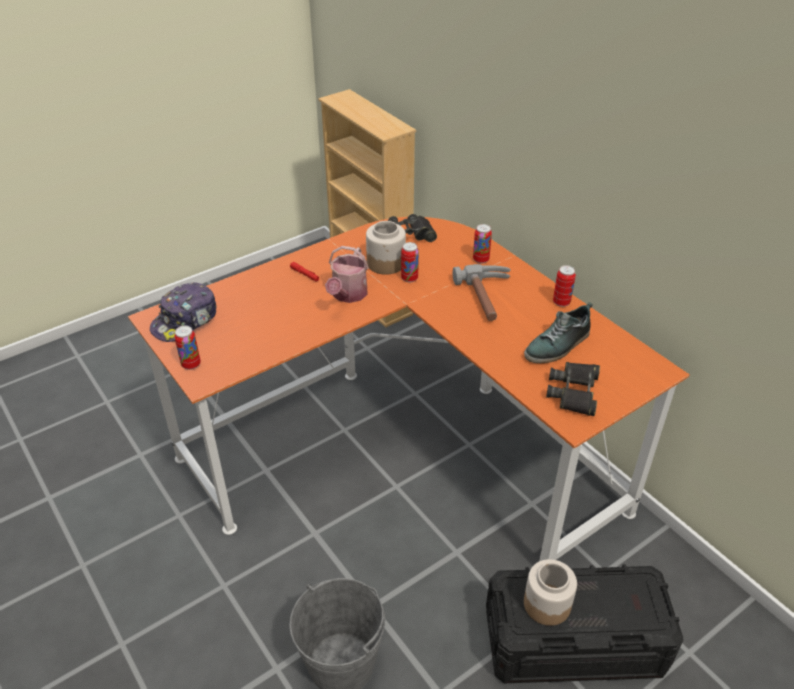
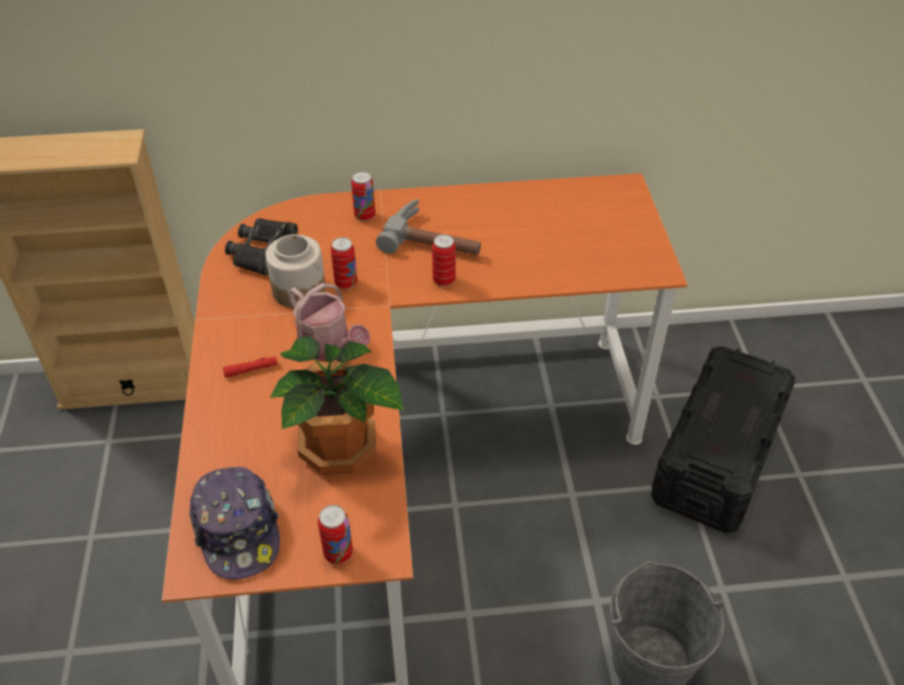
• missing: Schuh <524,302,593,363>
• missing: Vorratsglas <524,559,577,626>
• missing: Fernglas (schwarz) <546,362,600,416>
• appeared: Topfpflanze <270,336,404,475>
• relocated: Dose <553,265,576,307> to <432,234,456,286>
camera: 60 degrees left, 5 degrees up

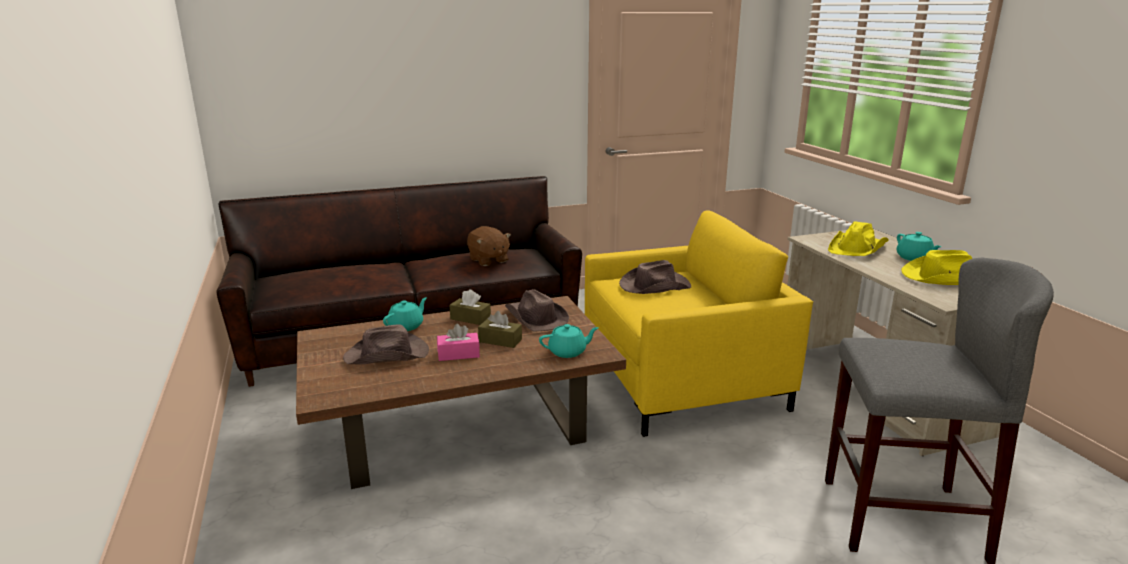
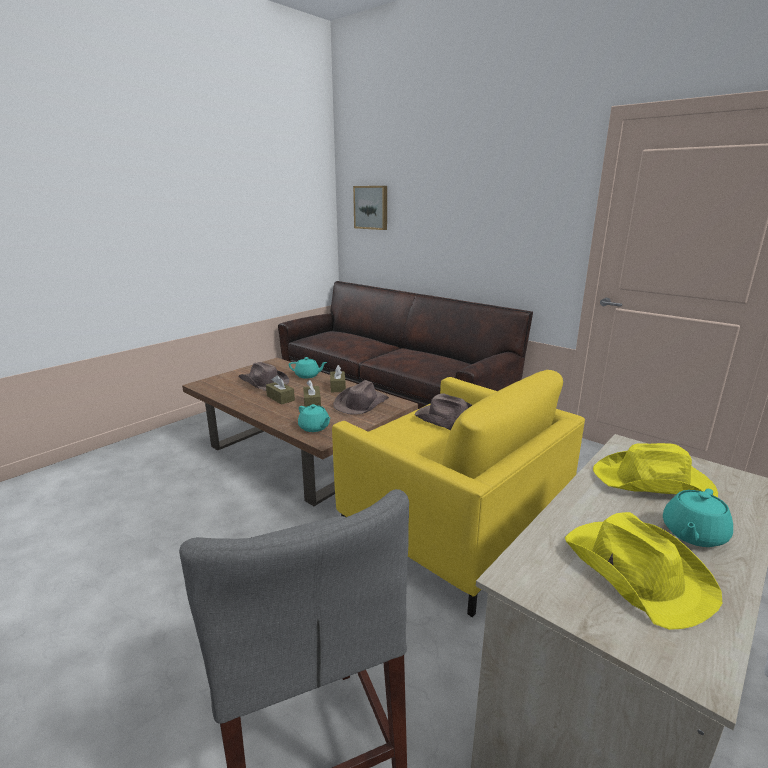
• missing: Plüschtier (braun) <467,226,511,266>
• appeared: Bild <353,186,387,230>
• colour: Taschentuchbox (rosa) <437,324,480,361> to Taschentuchbox (braun) <266,375,295,405>
camera: 60 degrees right, 0 degrees up

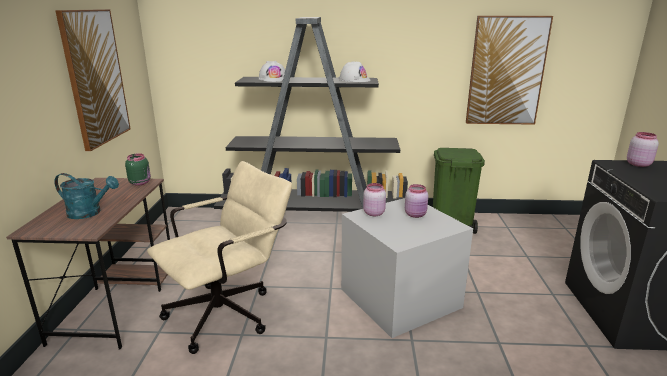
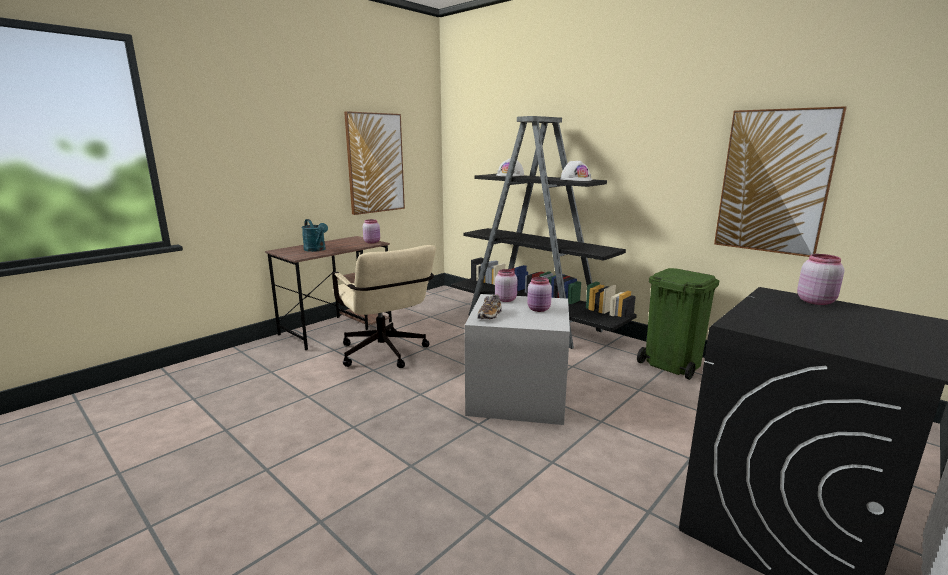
• appeared: Schuh <478,294,501,320>
• colour: Vorratsglas (grün) <125,153,151,186> to Vorratsglas (rosa) <363,219,380,244>
• spun: Bürostuhl (beige) <147,161,292,354> = <332,245,436,368> 60 degrees clockwise
camera: 40 degrees right, 5 degrees down

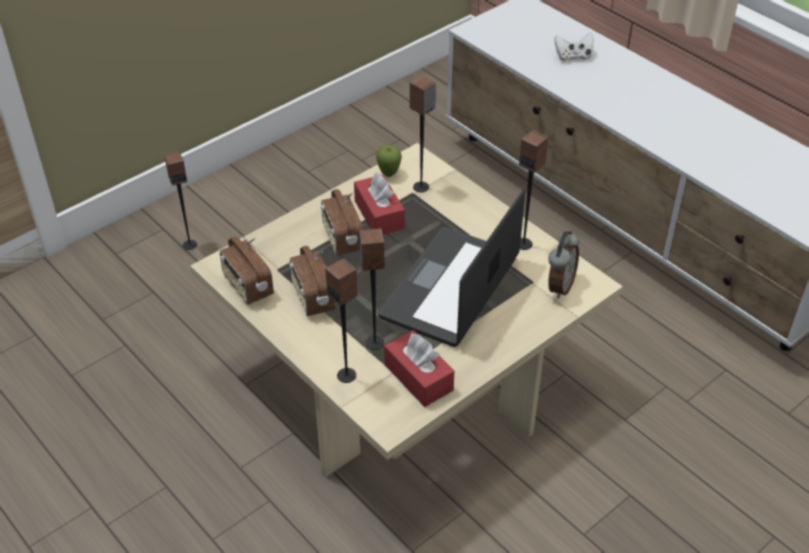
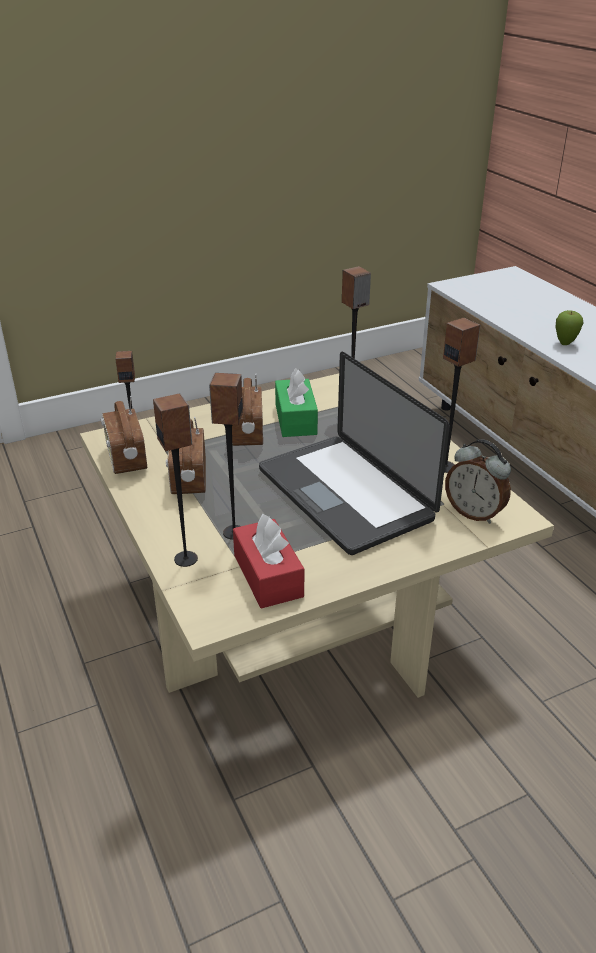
• missing: Gamepad (weiß) <554,32,593,61>
• relocated: Apfel <376,145,402,177> to <556,310,584,345>
• colour: Taschentuchbox (rot) <354,172,405,235> to Taschentuchbox (grün) <275,368,318,437>
• spun: Laptop <378,189,526,347> = <259,352,450,555> 75 degrees counterclockwise
• spun: Wecker <548,231,580,299> = <445,439,511,524> 90 degrees clockwise
camera: 15 degrees right, 10 degrees down

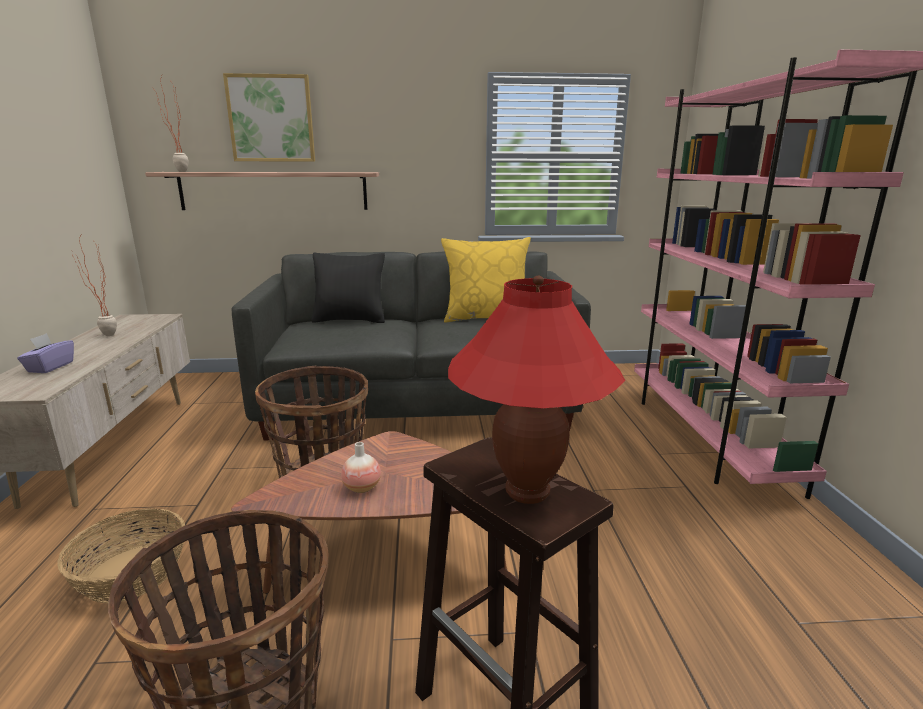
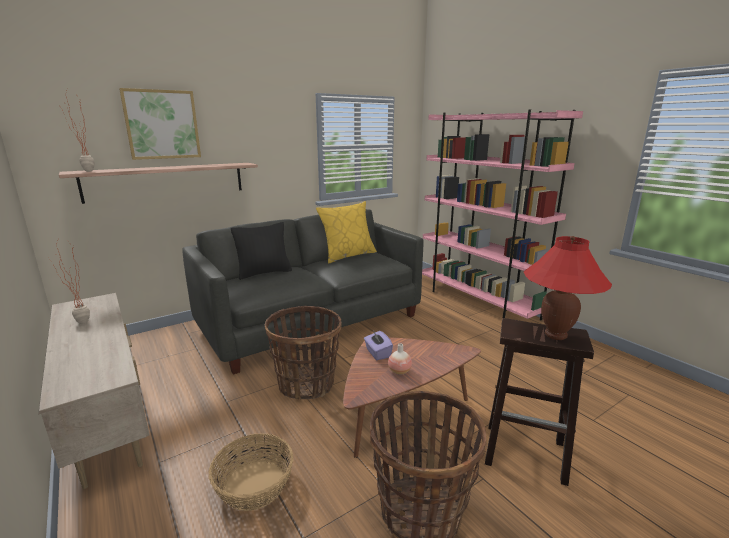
• relocated: Taschentuchbox (lila) <17,333,74,373> to <364,331,393,360>
camera: 30 degrees left, 0 degrees up

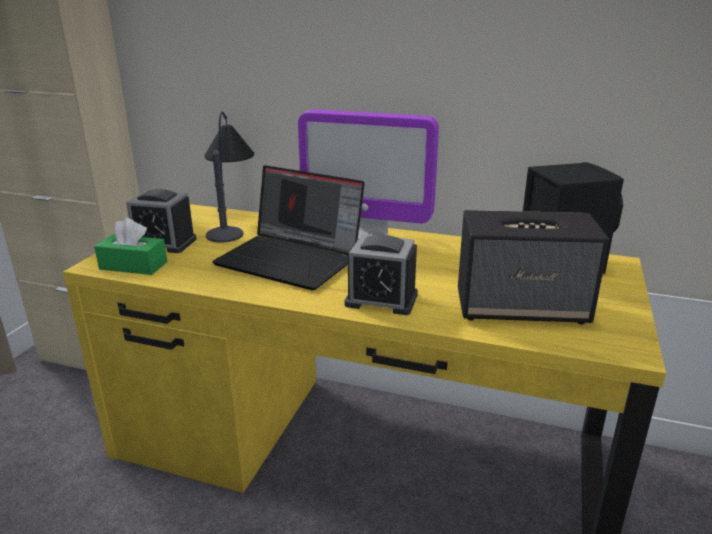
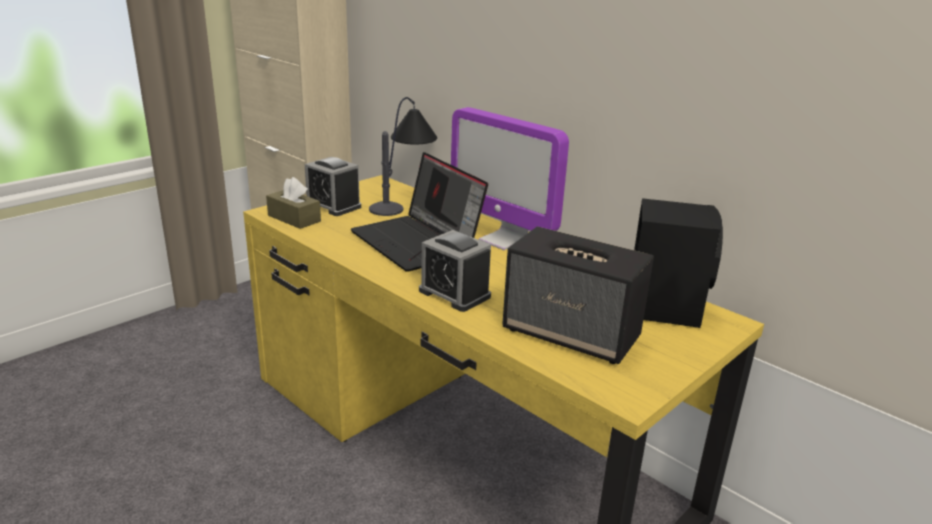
• colour: Taschentuchbox (grün) <94,218,167,275> to Taschentuchbox (braun) <266,177,321,229>
camera: 25 degrees right, 0 degrees up

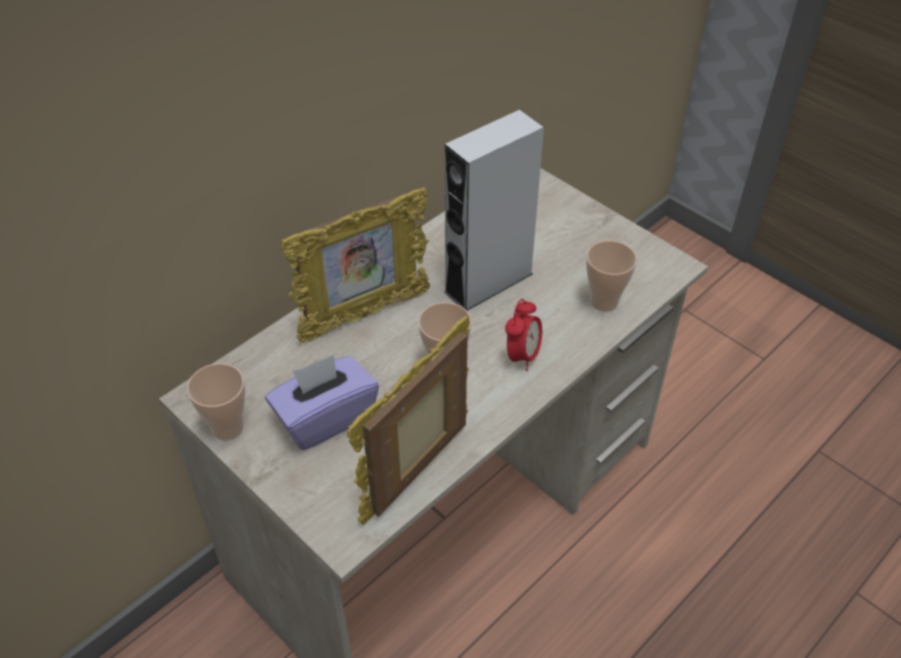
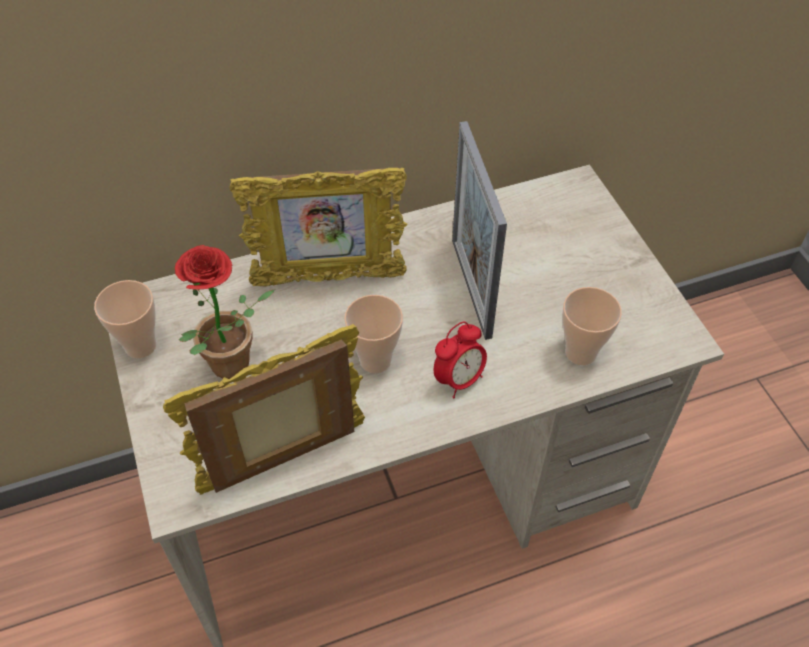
• exchanged: Taschentuchbox (lila) <265,355,379,450> to Topfpflanze <175,245,274,379>
• exchanged: Lautsprecher (grau) <444,109,544,311> to Bilderrahmen <452,121,507,340>
camera: 25 degrees right, 5 degrees up

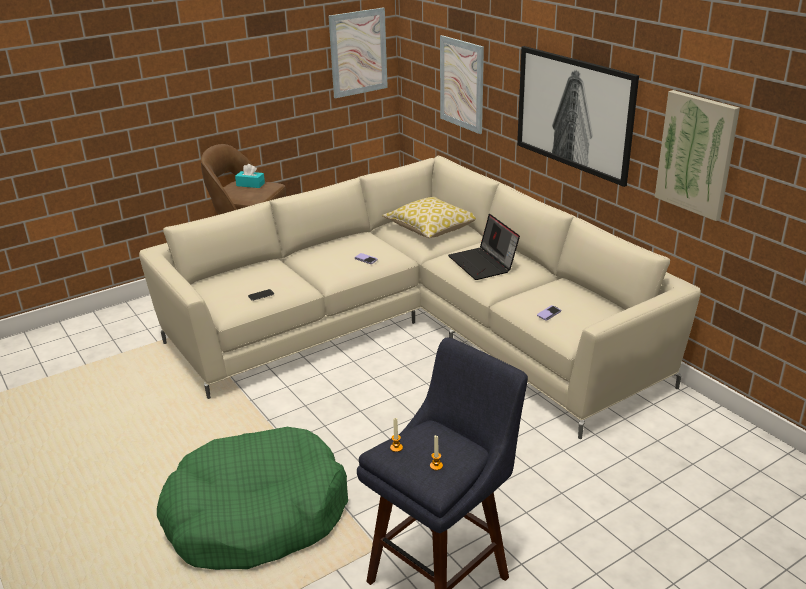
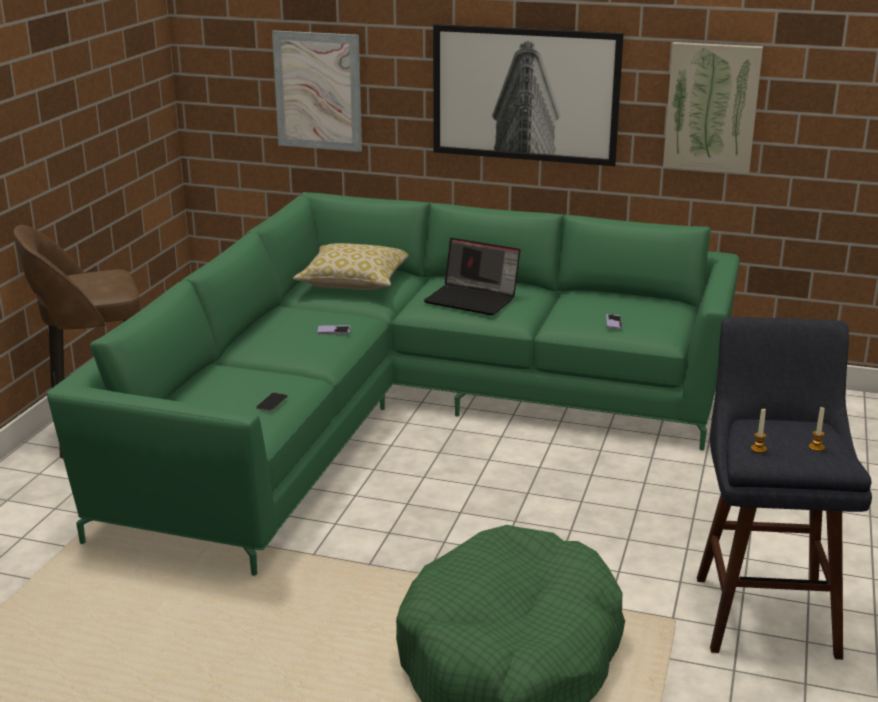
• missing: Taschentuchbox (türkis) <235,164,265,188>
• missing: Bild <328,7,388,98>
• colour: Sofa (beige) <139,156,701,439> to Sofa (grün) <47,192,740,576>
camera: 40 degrees left, 5 degrees down

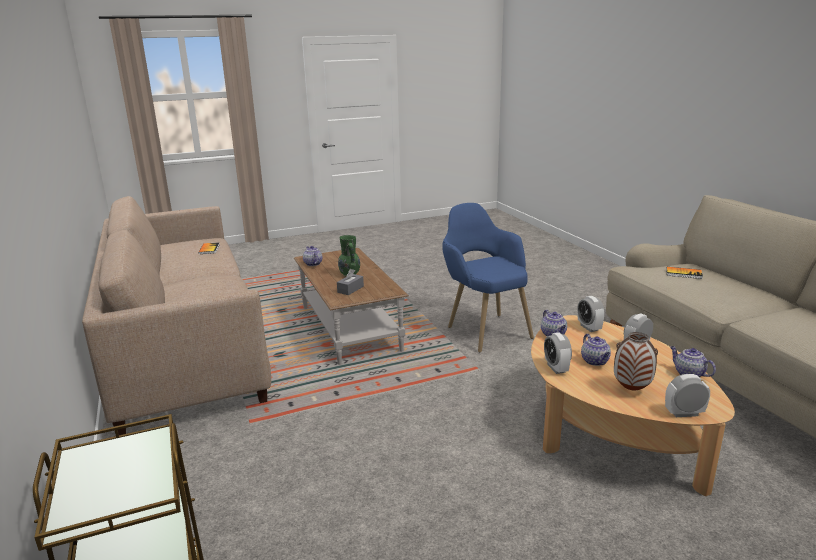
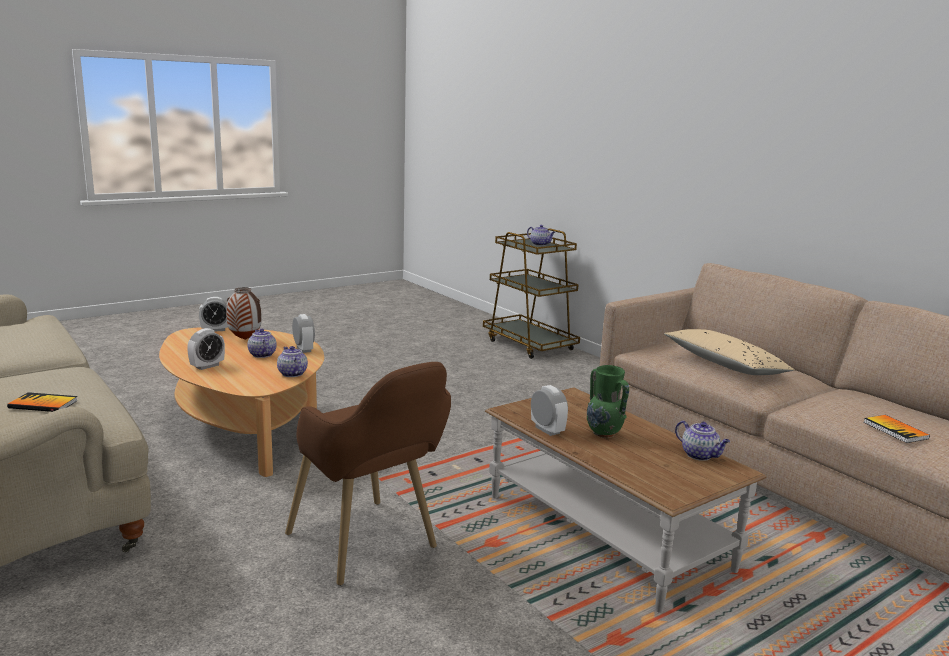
• missing: Taschentuchbox (grau) <337,269,364,295>
• appeared: Kissen (beige) <664,329,795,375>
• relocated: Wecker <577,296,605,332> to <531,385,568,436>
• relocated: Teekanne <670,346,716,377> to <527,225,555,246>
• colour: Sessel (blau) <442,203,534,353> to Sessel (braun) <285,362,451,586>
camera: 165 degrees right, 5 degrees down

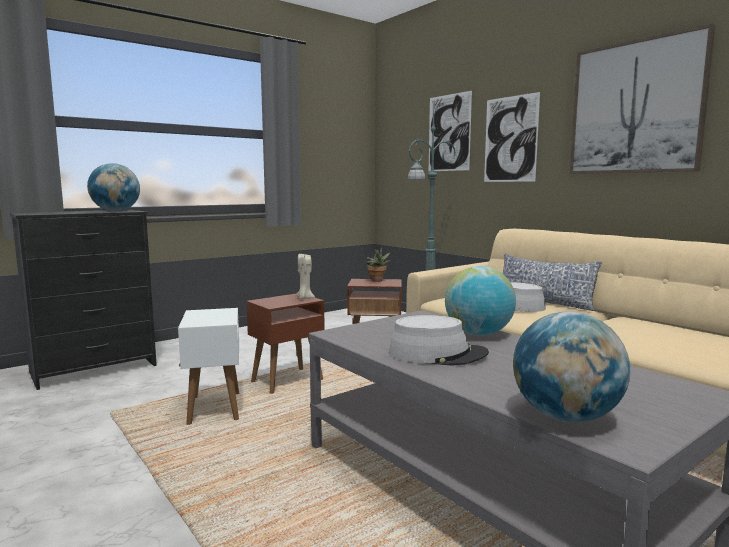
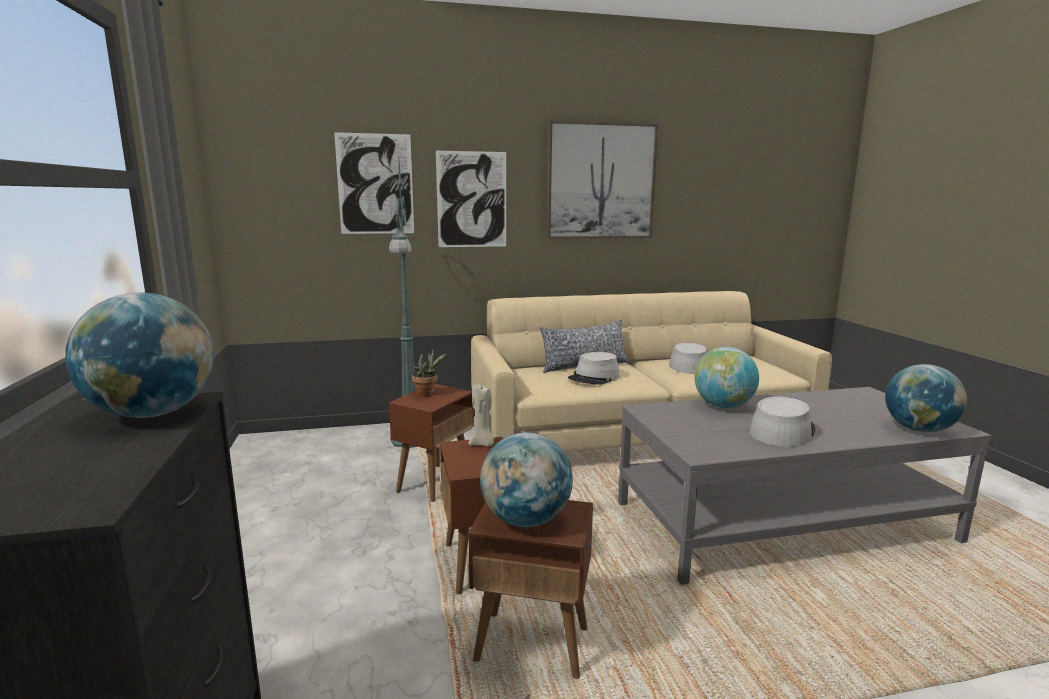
• appeared: Globus <480,432,573,527>
• appeared: Hut (grau) <669,343,707,374>
• colour: Beistelltisch (weiß) <178,308,239,425> to Beistelltisch (braun) <468,500,593,679>
camera: 65 degrees left, 5 degrees up

